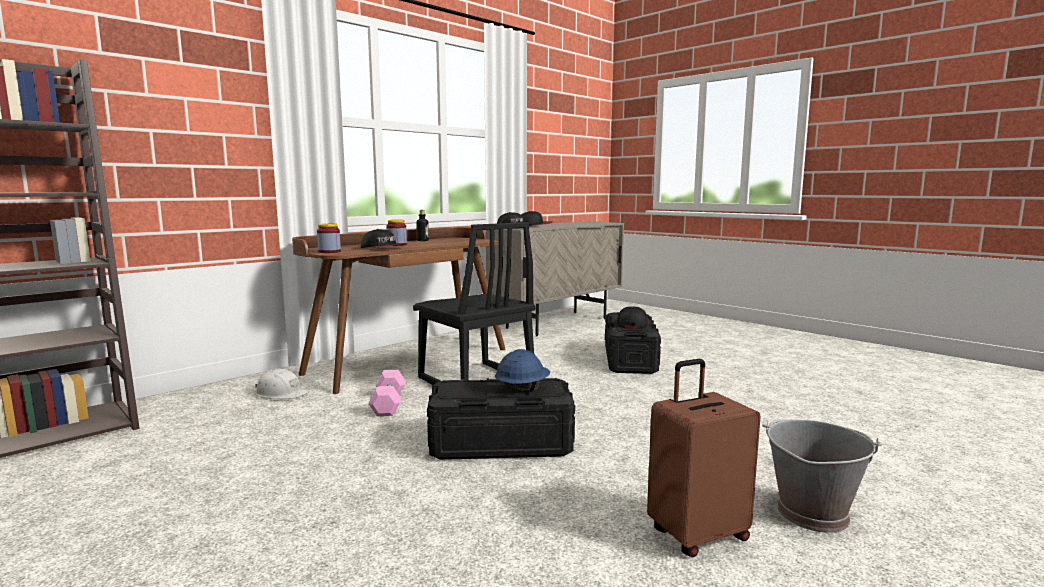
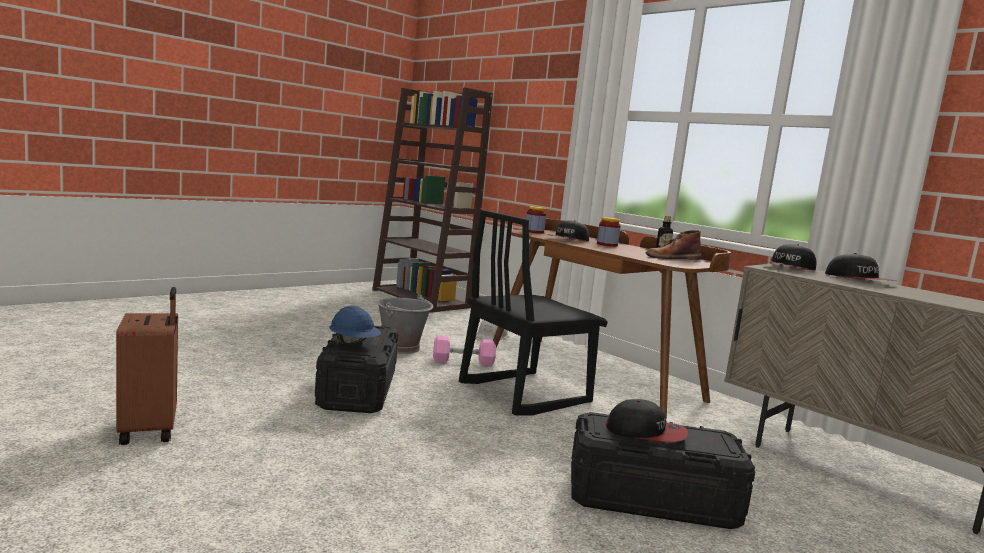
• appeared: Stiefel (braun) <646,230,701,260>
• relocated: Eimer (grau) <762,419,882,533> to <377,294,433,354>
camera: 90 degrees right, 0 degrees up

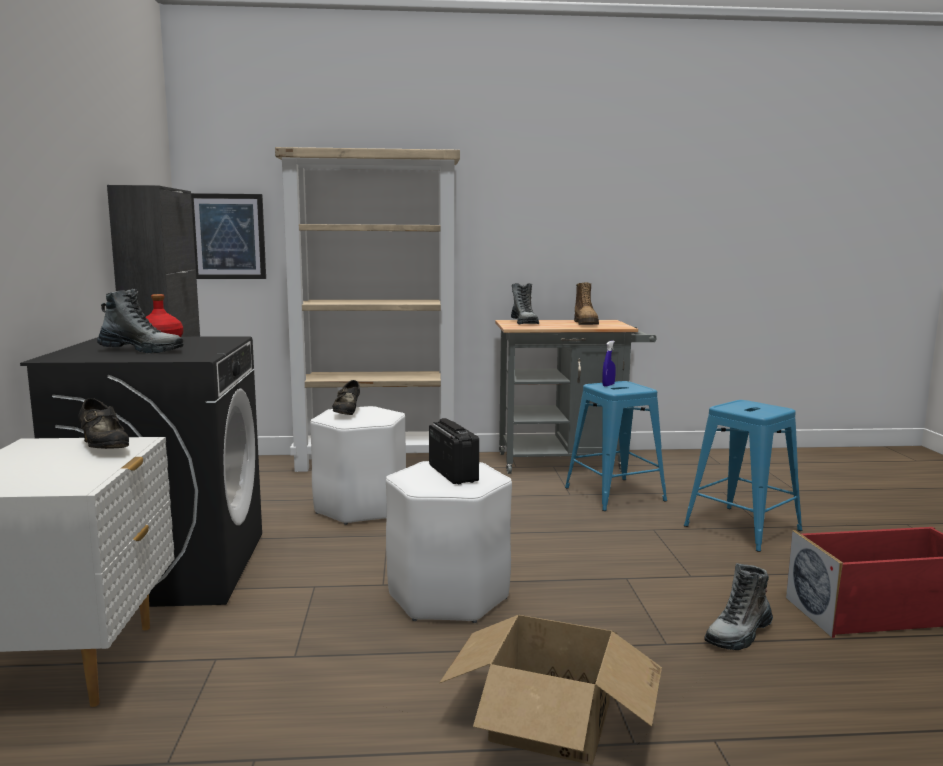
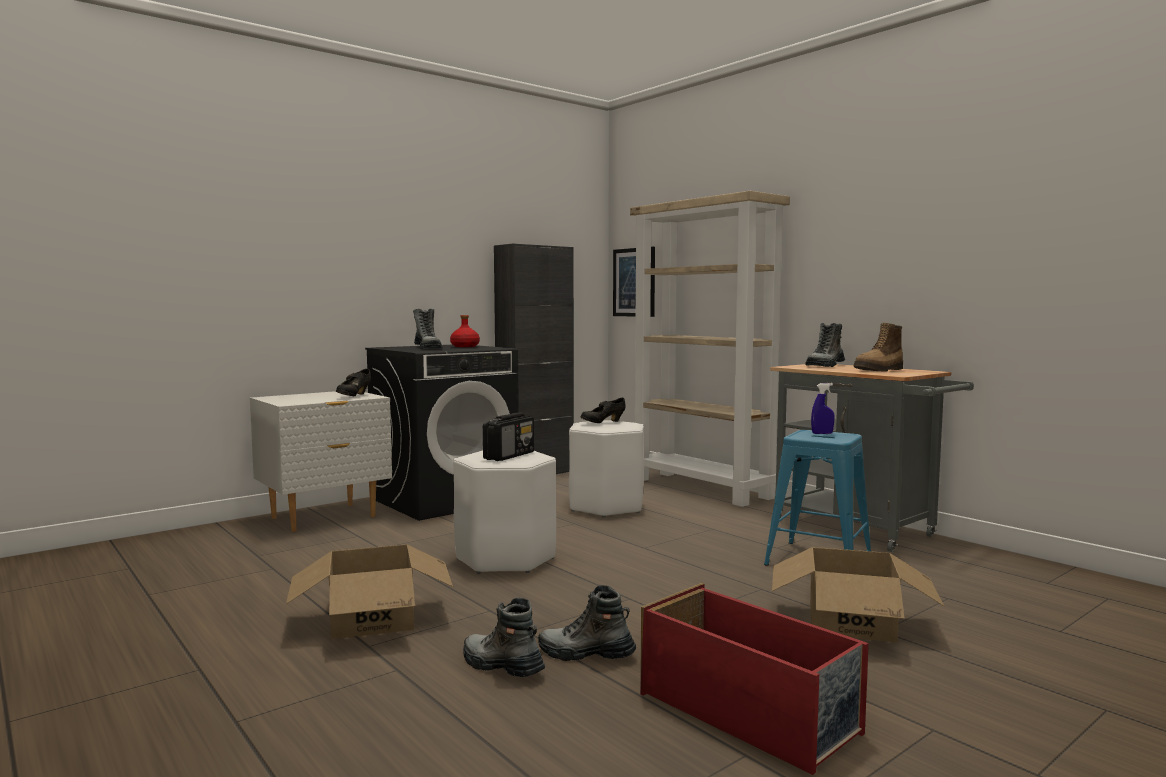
• appeared: Stiefel <463,598,545,677>
• exchanged: Hocker (blau) <684,400,802,552> to Karton <772,547,944,642>
camera: 55 degrees right, 5 degrees down

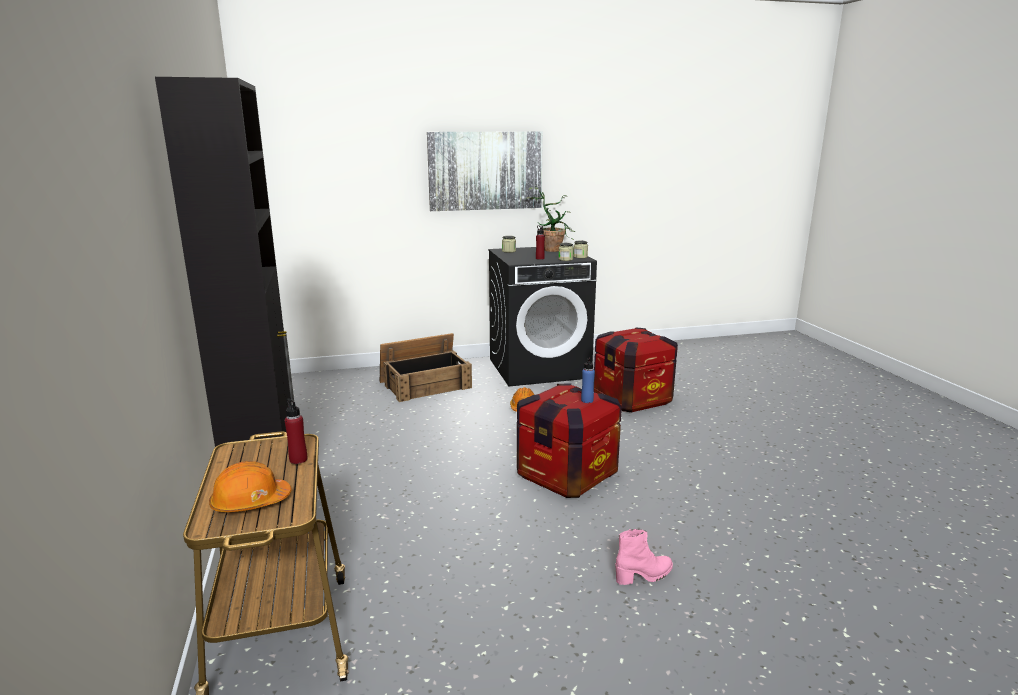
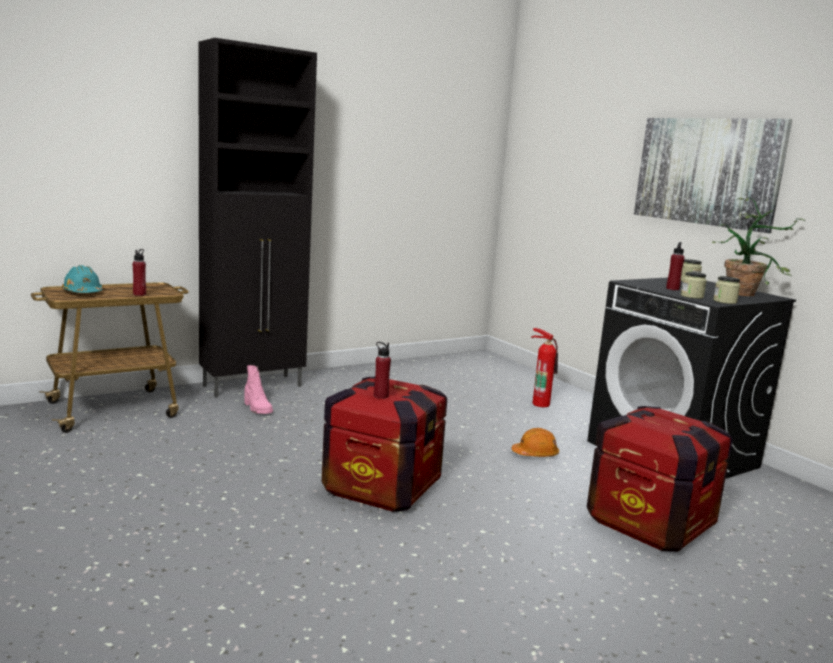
• relocated: Stiefel (rosa) <615,529,673,585> to <244,365,273,414>
• exchanged: Kiste <380,333,472,402> to Feuerlöscher <531,328,558,407>
• colour: Schutzhelm (orange) <209,461,291,512> to Schutzhelm (türkis) <62,265,103,293>
• colour: Flasche (blau) <581,357,595,403> to Flasche (rot) <374,342,391,398>
camera: 70 degrees right, 5 degrees down

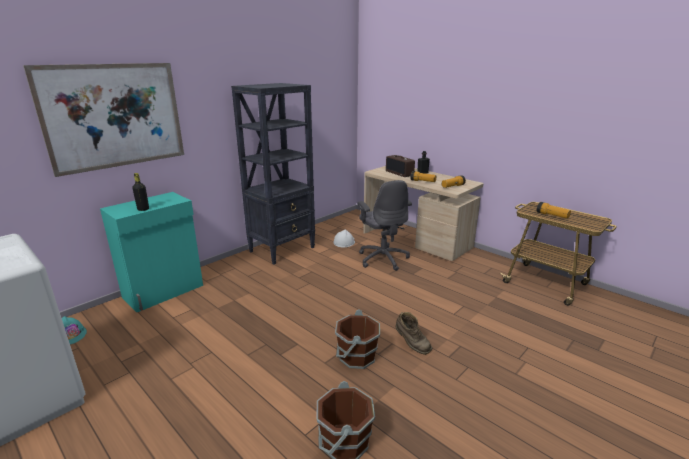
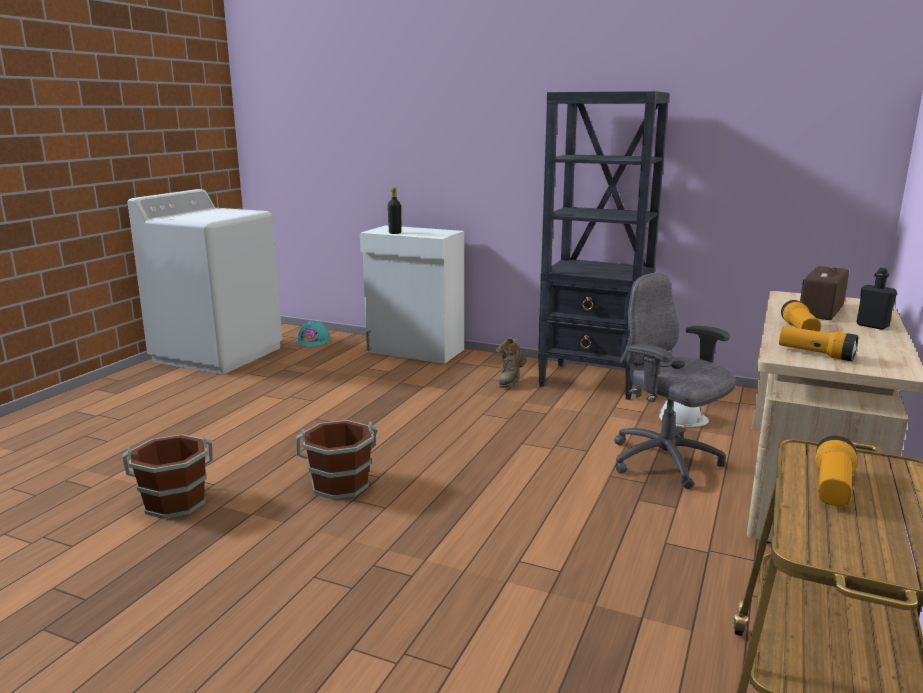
• missing: Bild <23,63,184,177>
• relocated: Stiefel (braun) <396,312,432,355> to <495,337,527,388>
• colour: Schrank (türkis) <100,192,203,312> to Schrank (weiß) <360,225,464,364>
• spun: Bürostuhl (grau) <357,180,412,271> = <614,273,736,489> 90 degrees clockwise
camera: 70 degrees right, 5 degrees down

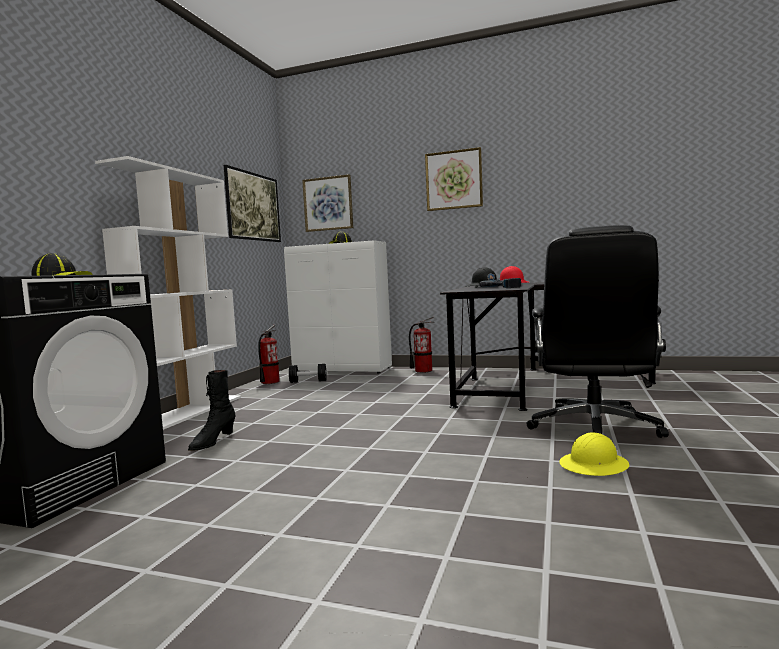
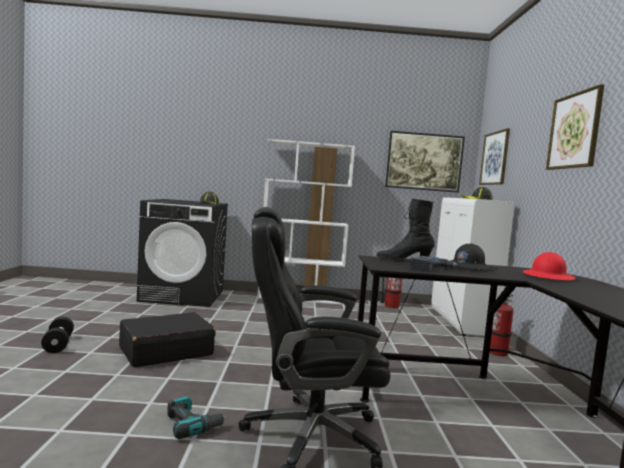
• appeared: Koffer (schwarz) <119,312,215,368>
• relocated: Stiefel (schwarz) <188,370,236,450> to <376,199,435,261>
• relocated: Hantel (schwarz) <289,364,327,383> to <41,317,74,353>
• exchanged: Schutzhelm (gelb) <559,432,629,476> to Bohrmaschine <167,396,228,439>
camera: 70 degrees right, 0 degrees up

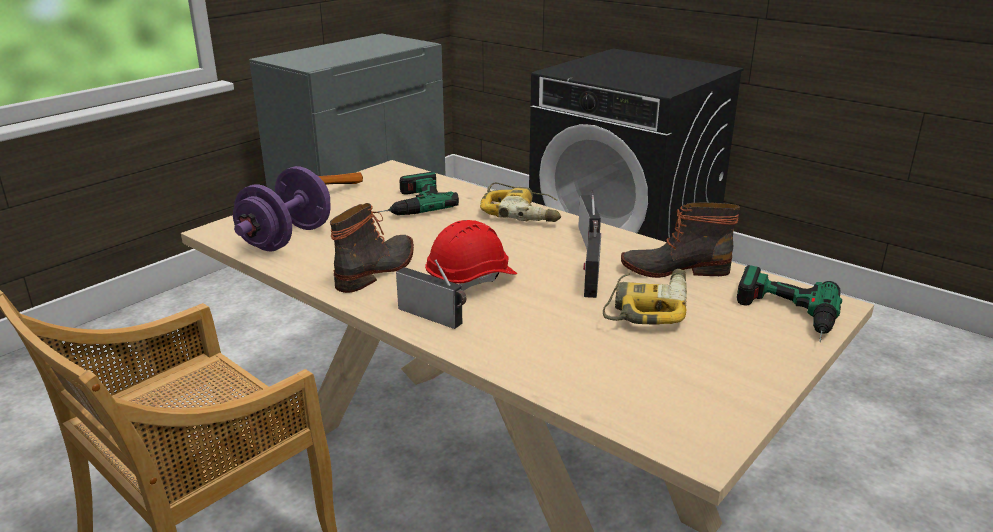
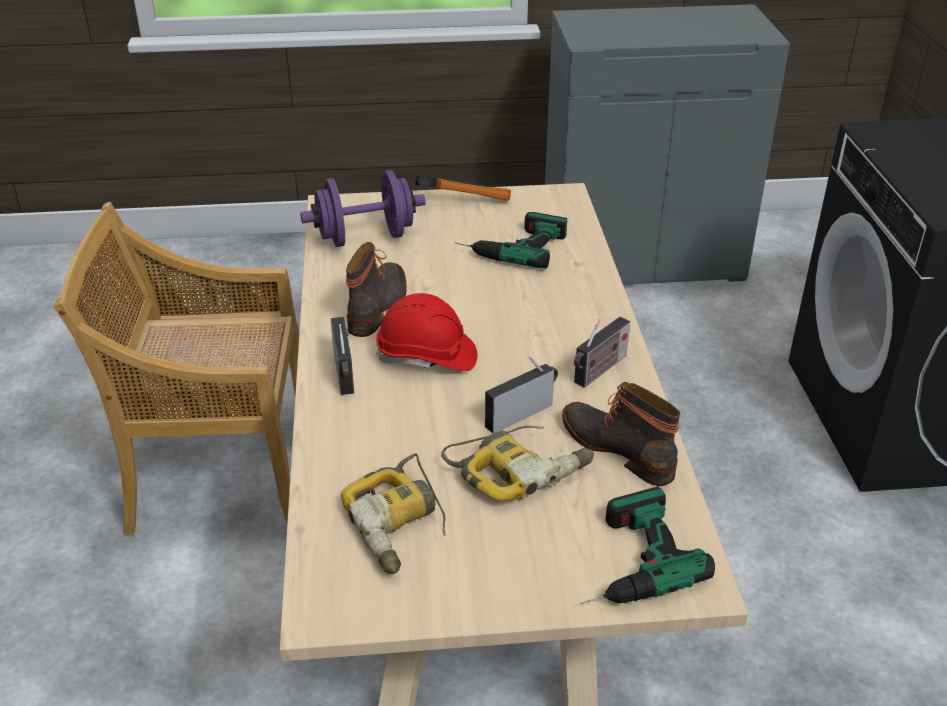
• relocated: Bohrmaschine <480,182,561,222> to <341,453,446,574>
• spun: Stiefel <330,203,414,293> = <346,242,407,337> 60 degrees counterclockwise
camera: 45 degrees right, 10 degrees up

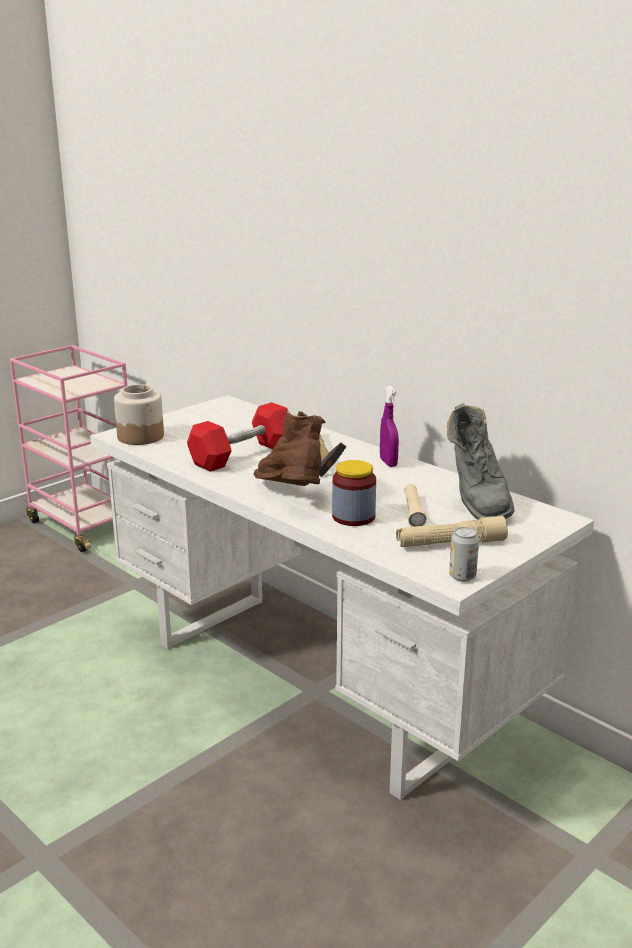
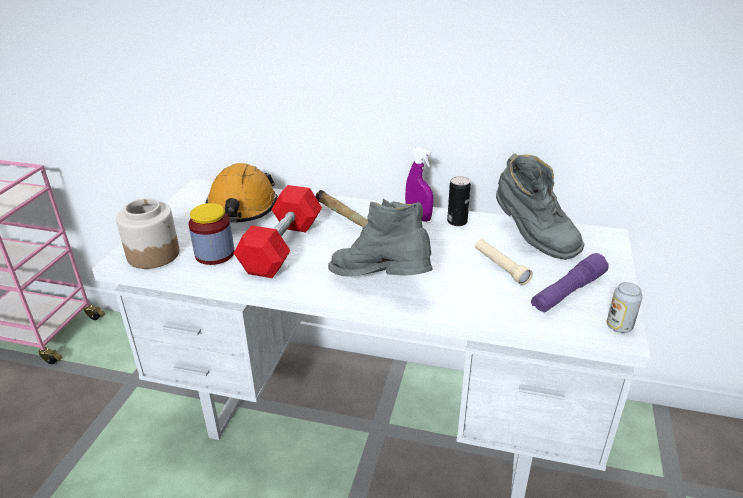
• appeared: Schutzhelm (orange) <205,163,278,223>
• appeared: Dose <447,176,471,226>
• relocated: Vorratsglas <332,460,376,526> to <188,203,234,265>
• colour: Stiefel (braun) <254,410,326,486> to Stiefel (grau) <328,199,433,277>
• colour: Taschenlampe (beige) <396,516,508,547> to Taschenlampe (lila) <531,253,609,313>
camera: 30 degrees left, 10 degrees up

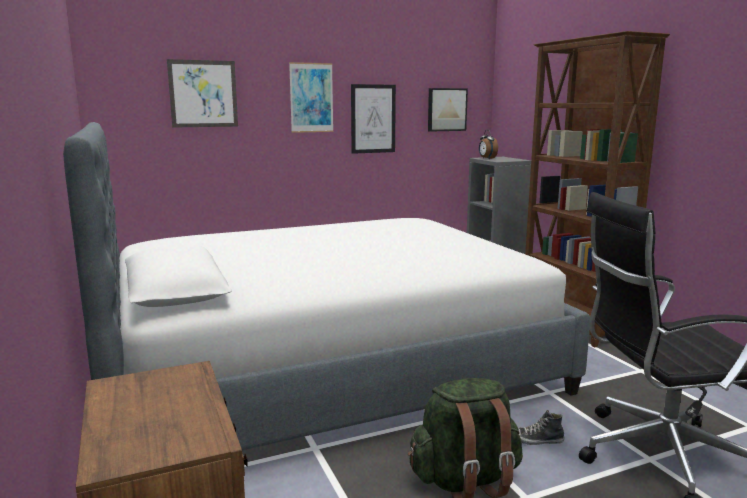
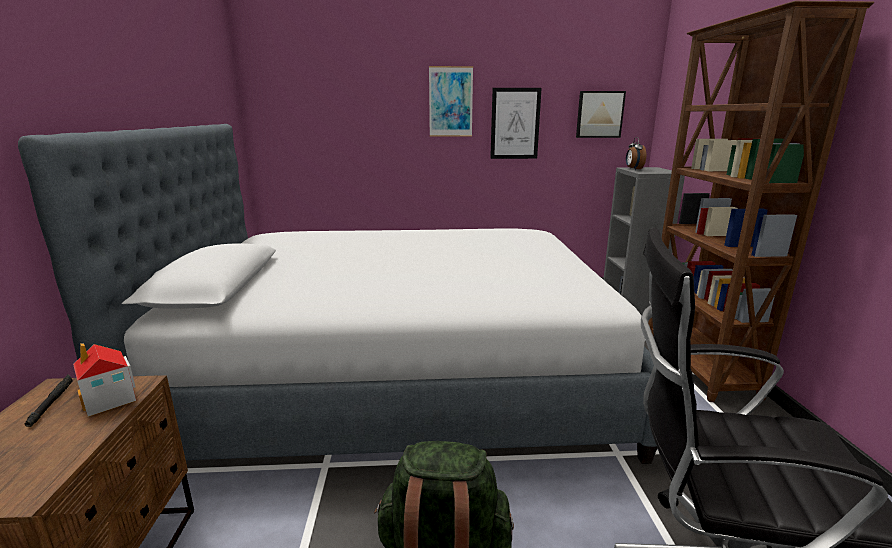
• missing: Bild <167,59,238,128>
• missing: Schuh <518,410,565,445>
• appeared: Taschenlampe (schwarz) <25,374,73,427>
• appeared: Spielzeughaus <73,343,136,417>
camera: 20 degrees right, 5 degrees up

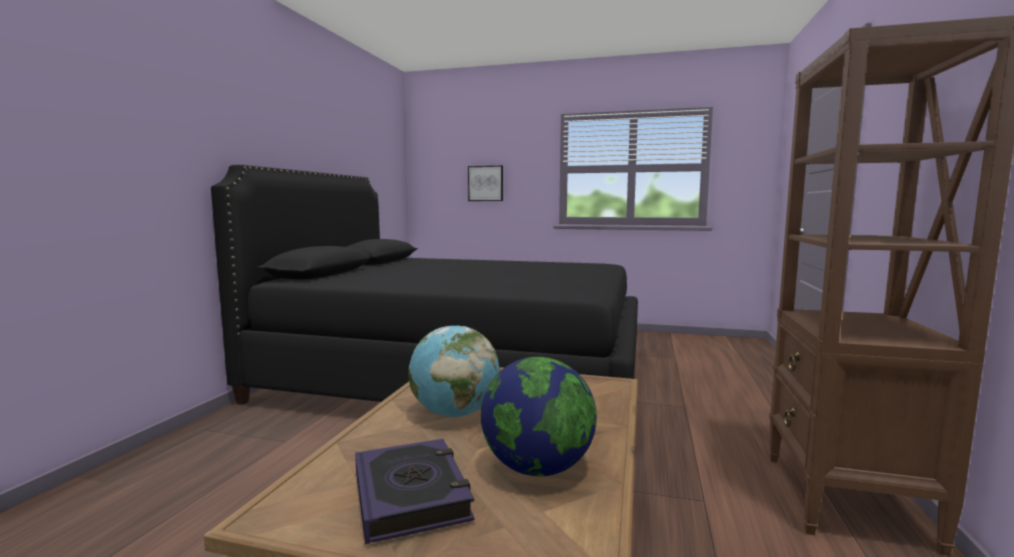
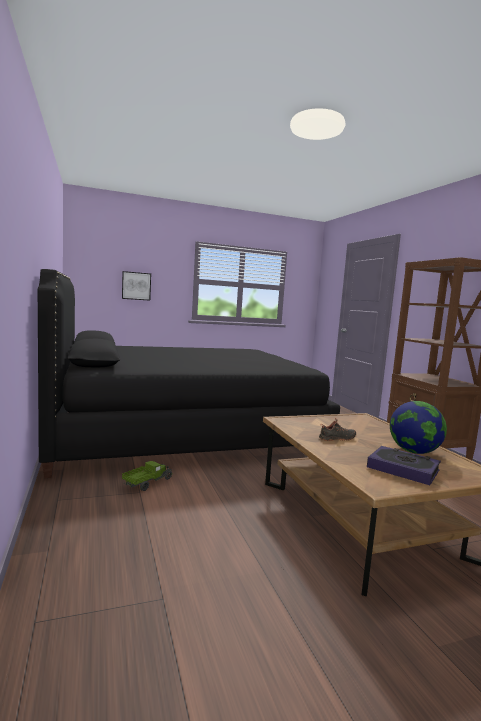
• appeared: Spielzeuglaster <122,461,172,491>
• exchanged: Globus <408,325,500,417> to Schuh (schwarz) <319,418,356,441>
camera: 35 degrees left, 0 degrees up

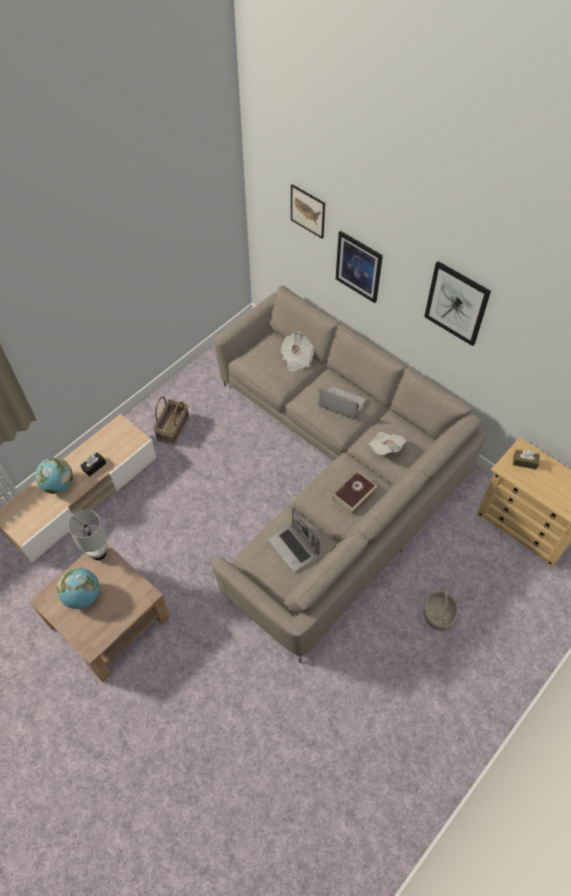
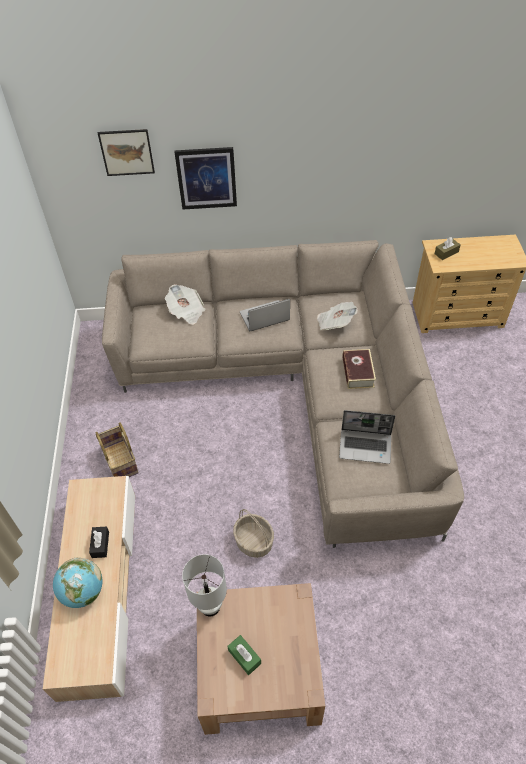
• missing: Bild <424,261,491,346>
• relocated: Korb <423,586,459,631> to <233,509,274,558>
• exchanged: Globus <57,568,100,609> to Taschentuchbox (grün) <227,635,261,675>
camera: 45 degrees left, 5 degrees down

